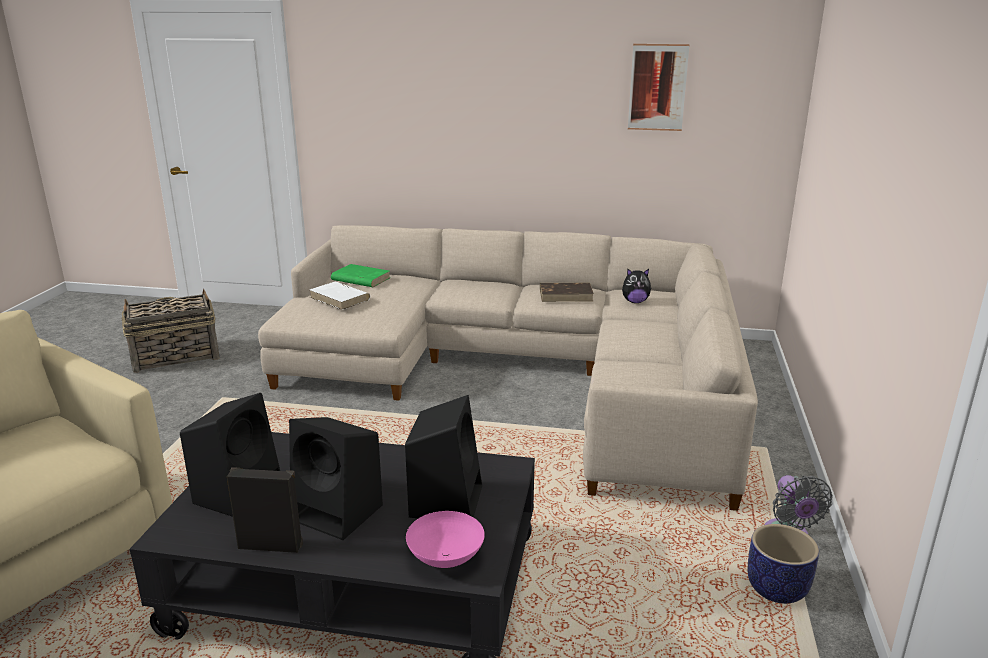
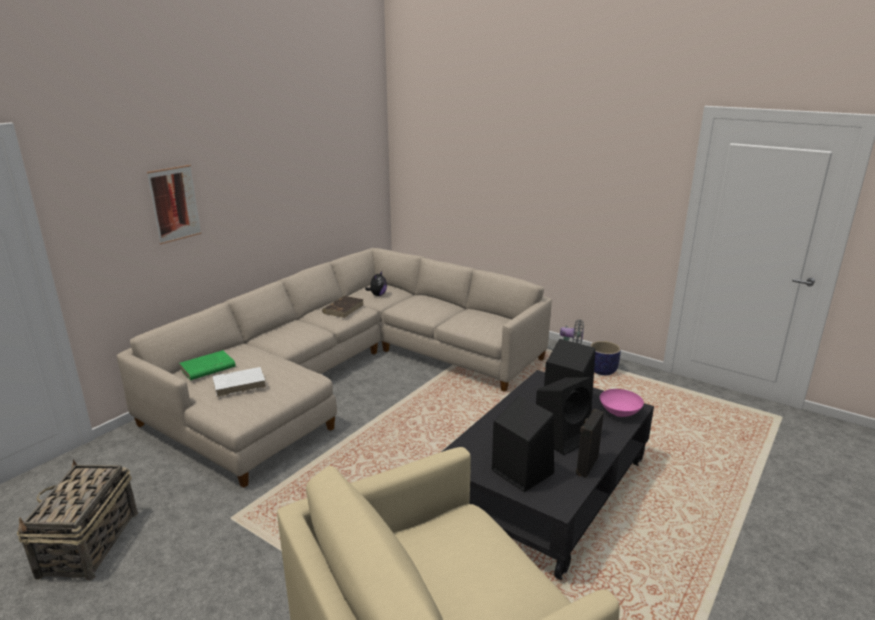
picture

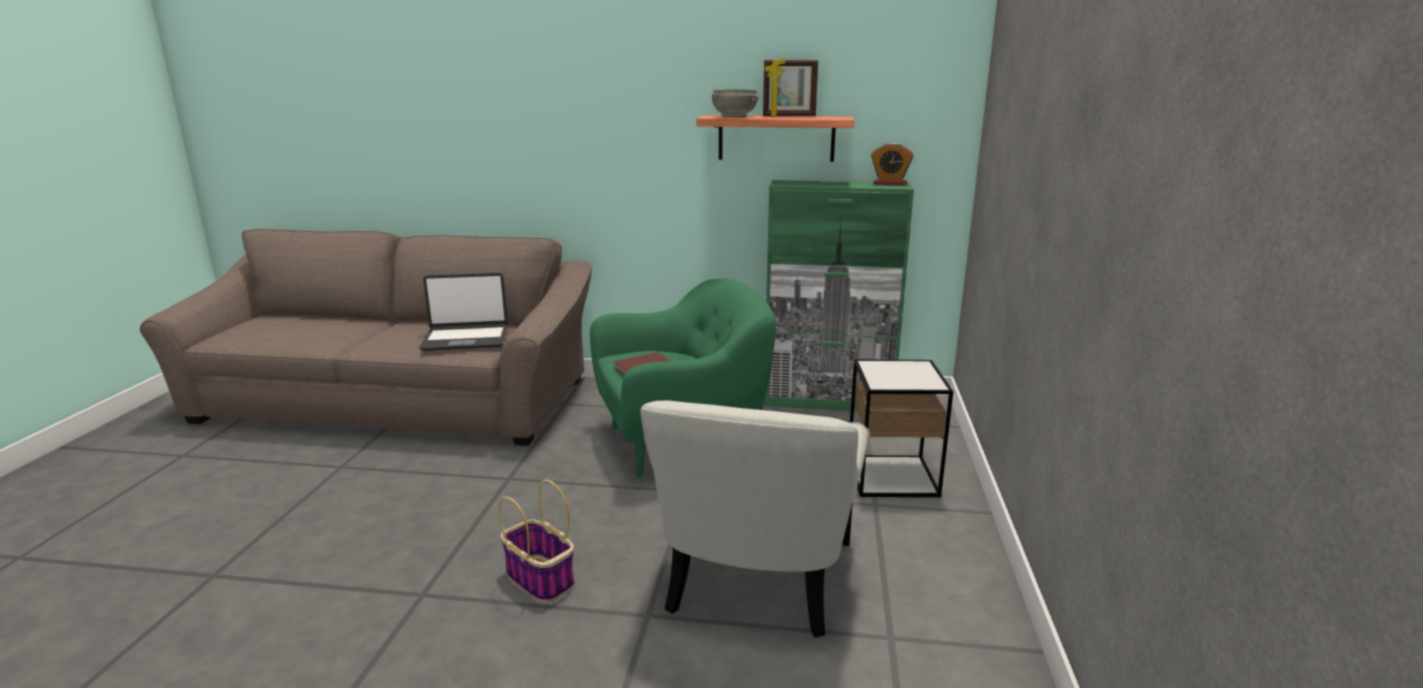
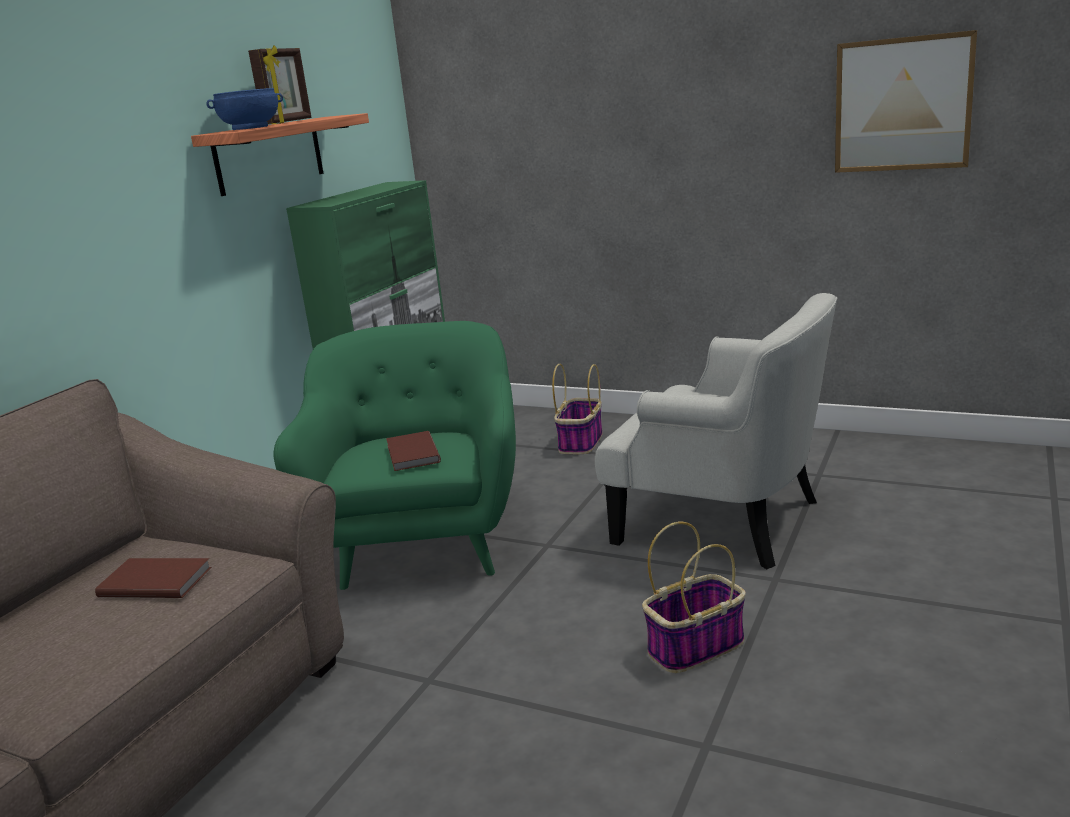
alarm clock
picture
brown book (1st from left)
basket (1st from left)
blue bowl

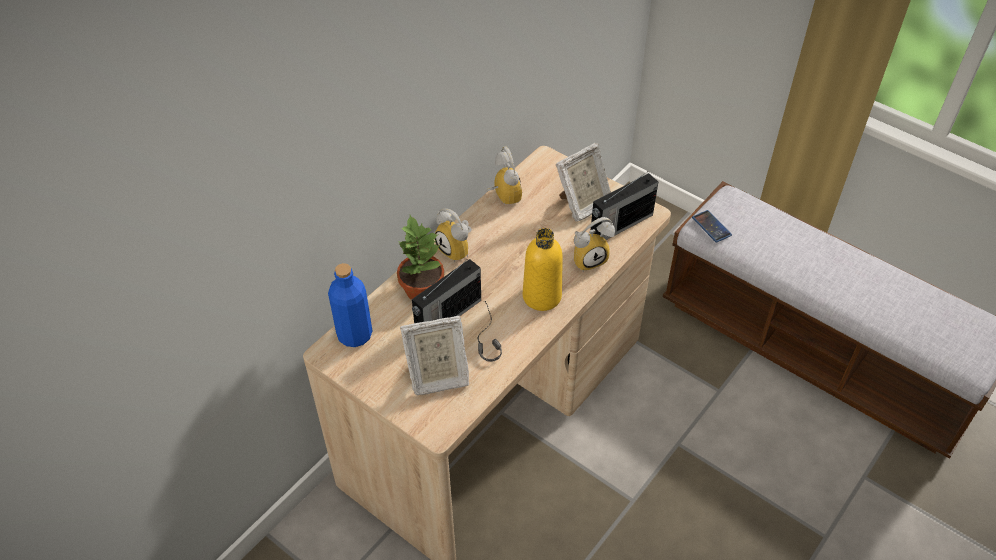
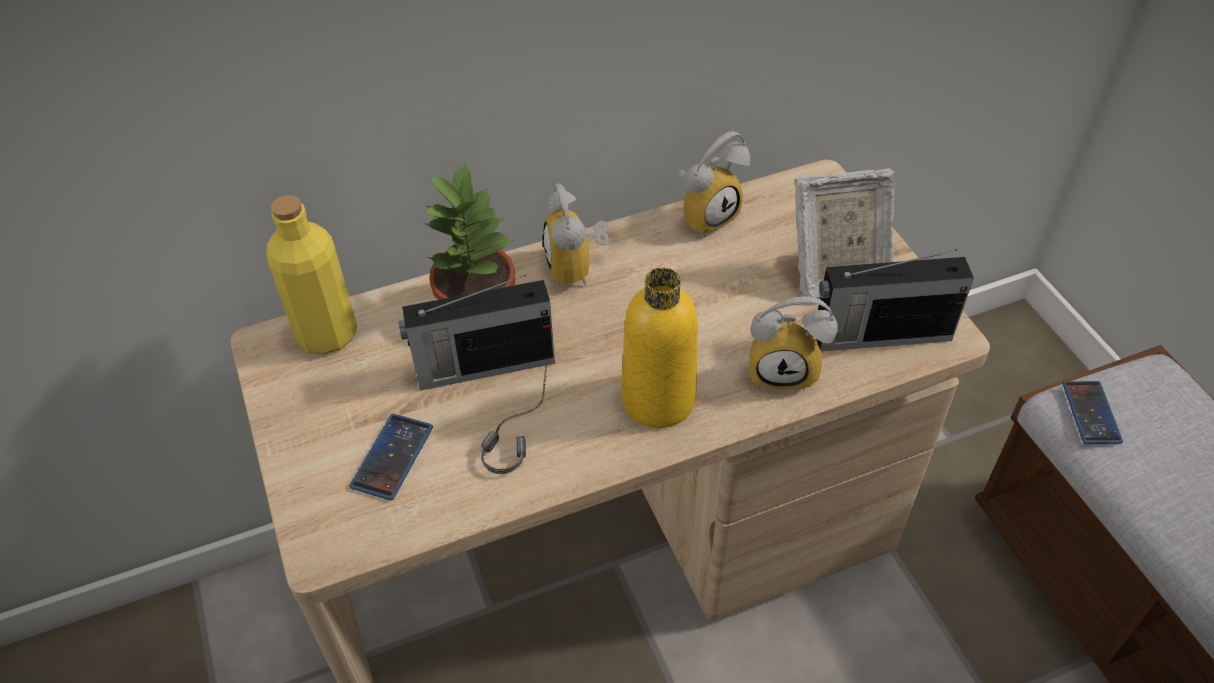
phone (1st from left)
yellow bottle (1st from left)
alarm clock (2nd from left)

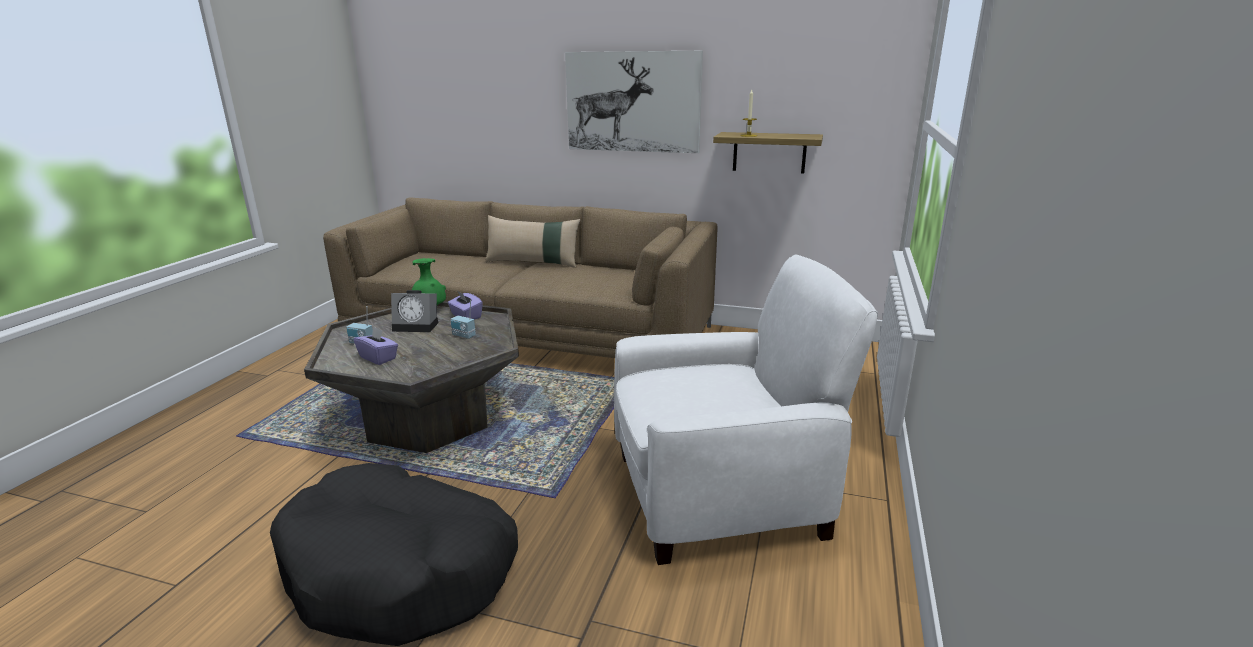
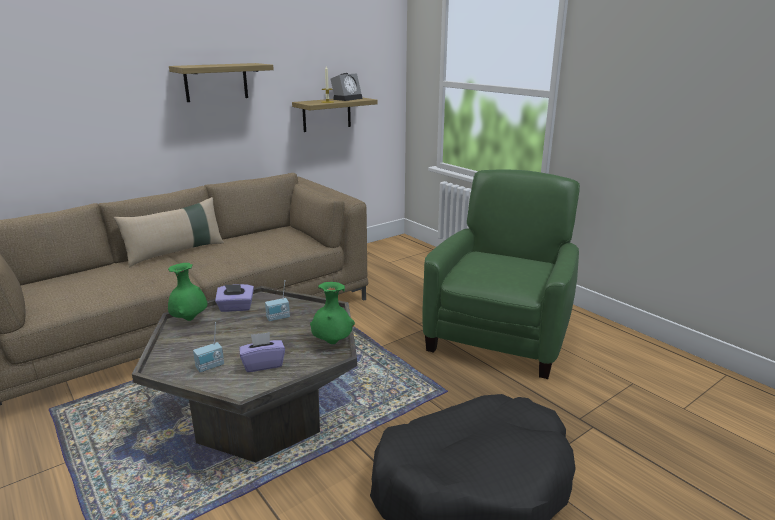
green vase (2nd from left)
alarm clock
shelf (1st from left)
green armchair

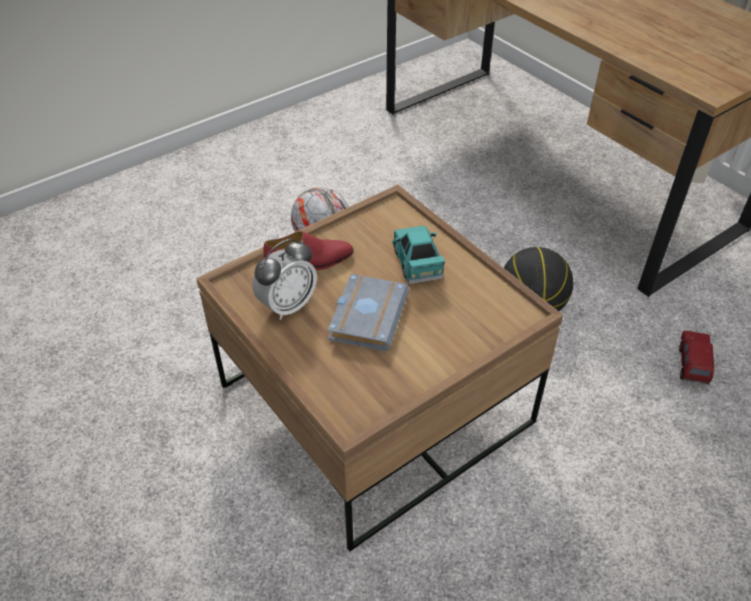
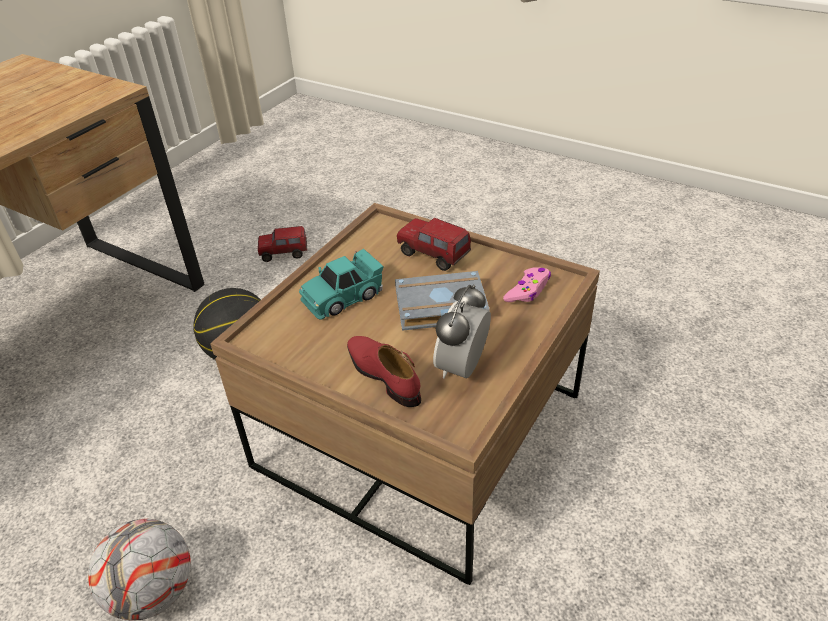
toy truck (2nd from left)
pink game controller
alarm clock

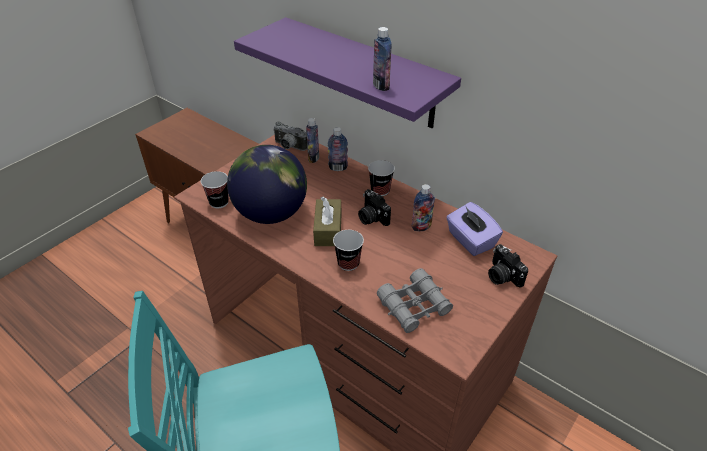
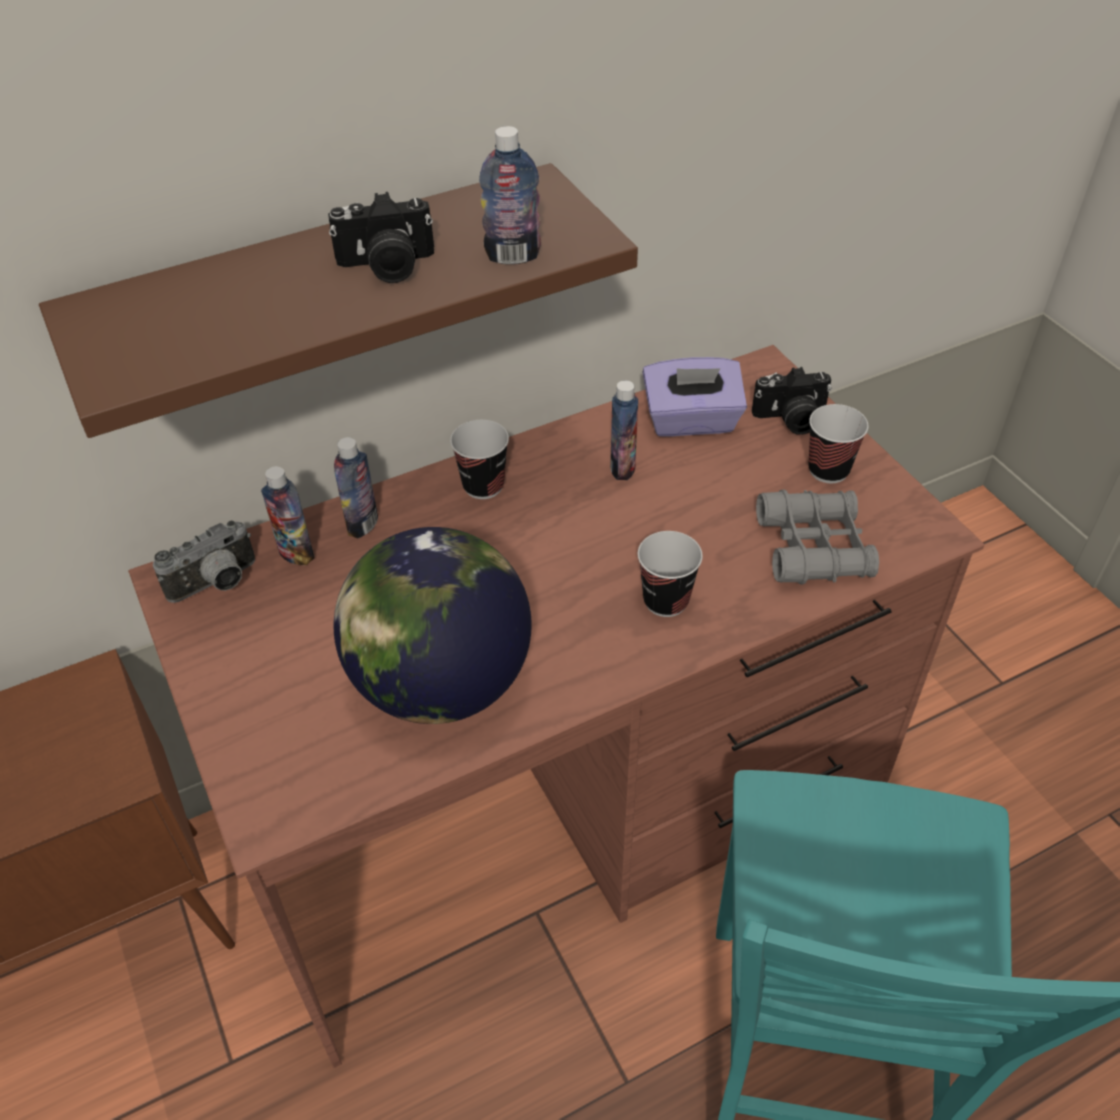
brown tissue box
cup (3rd from left)
photo camera (2nd from left)
brown shelf

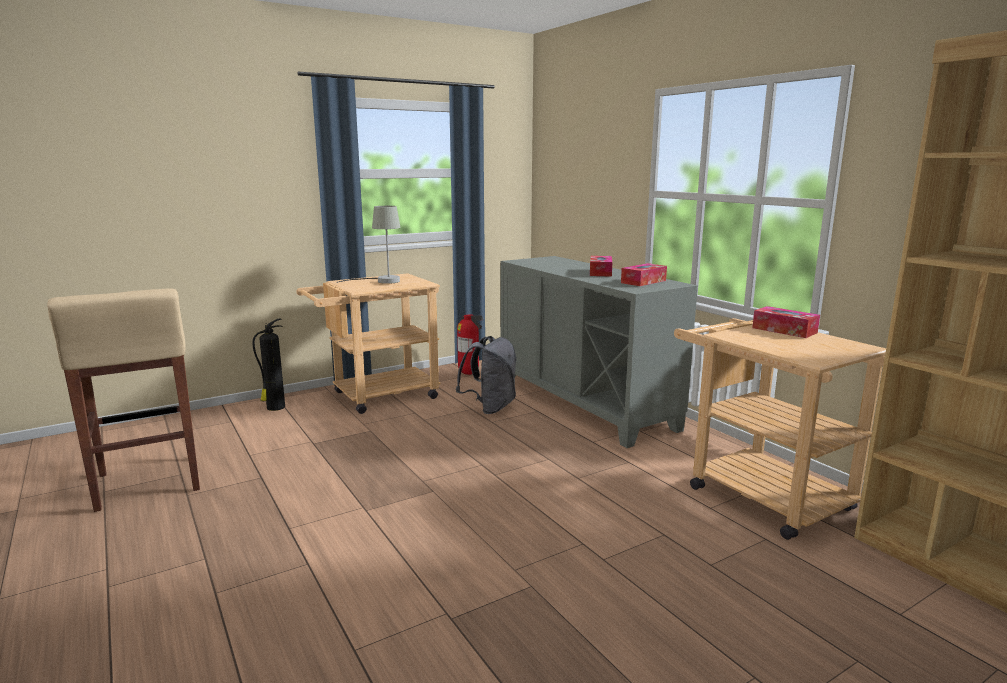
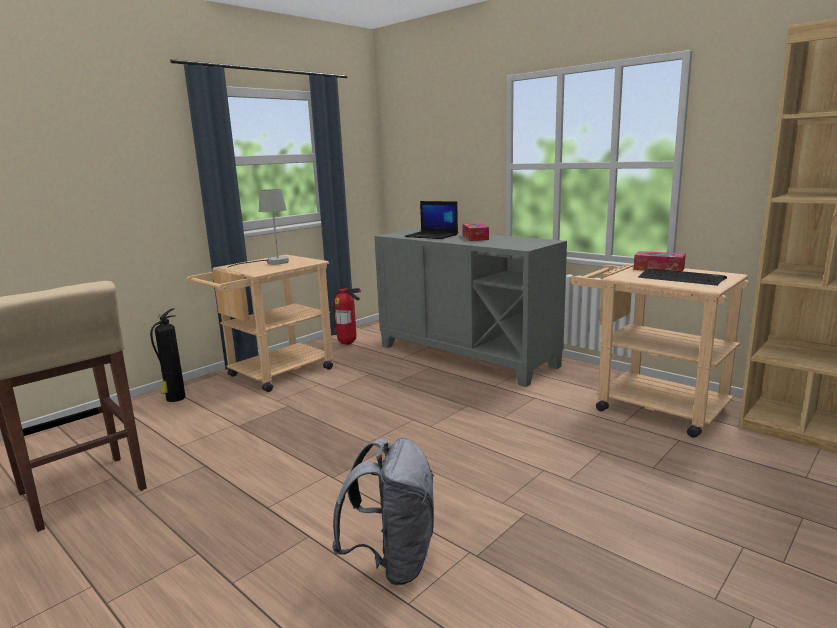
tissue box (2nd from left in the first image)
laptop
keyboard
grey backpack

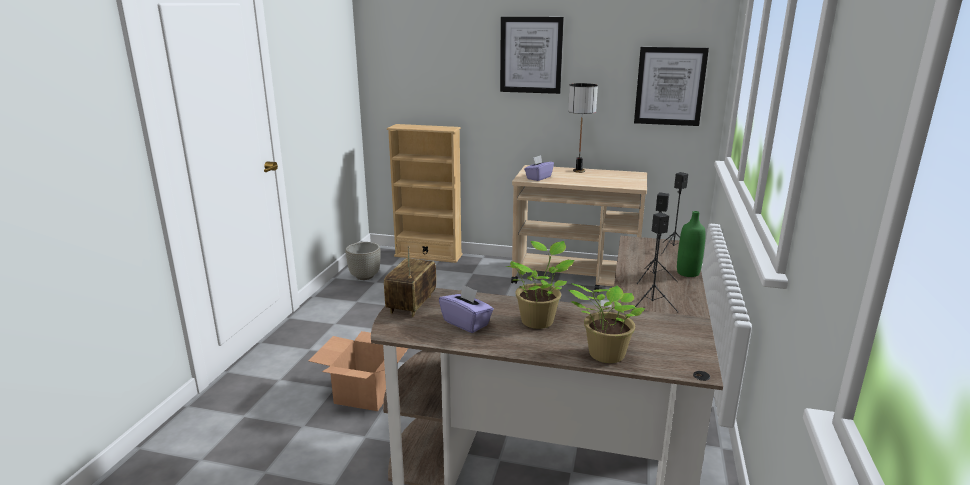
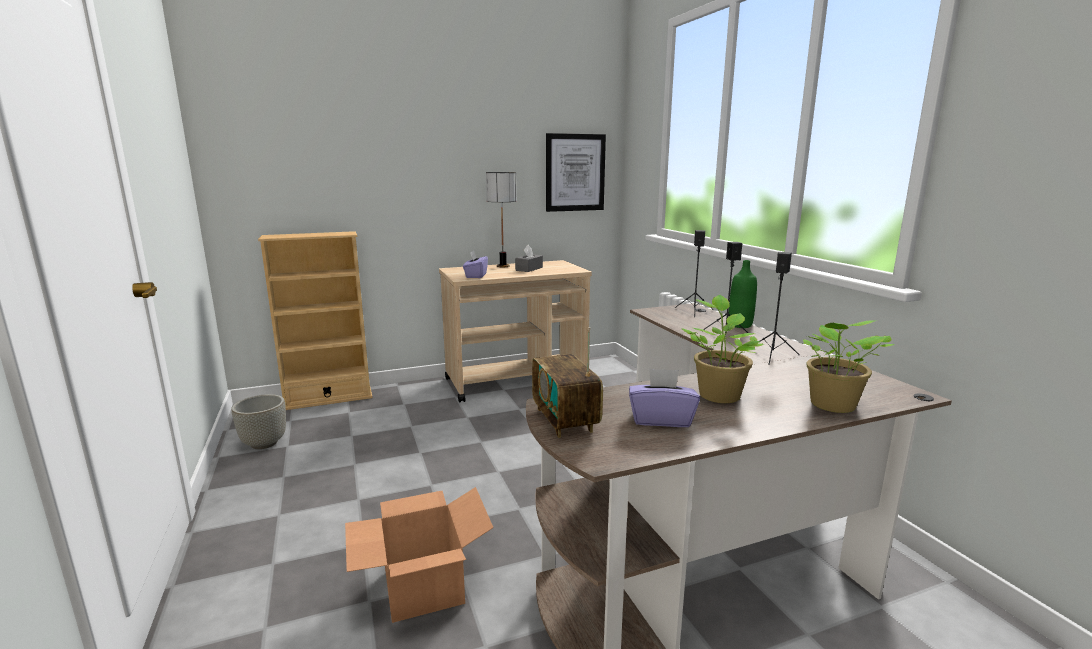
picture (1st from left in the first image)
grey tissue box

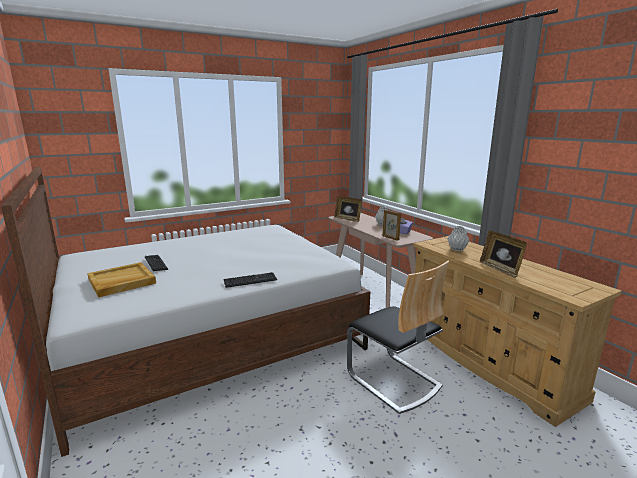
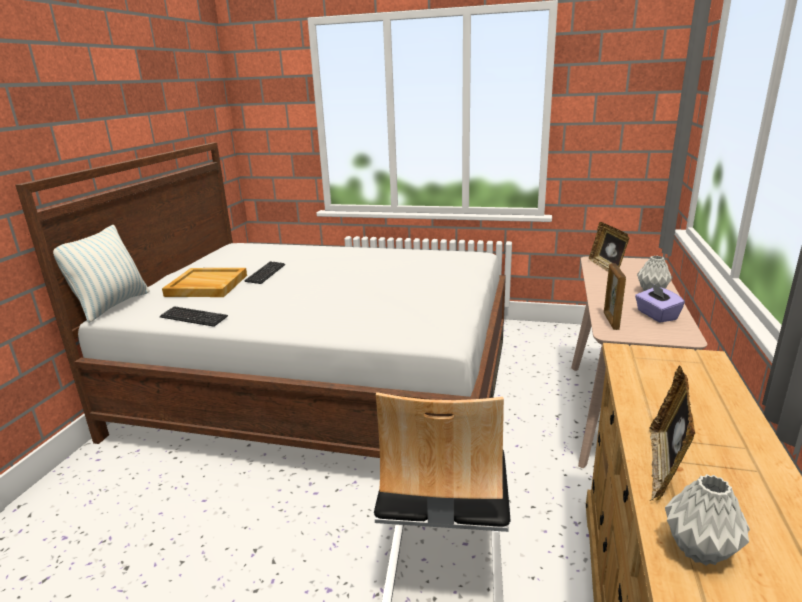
pillow
keyboard (1st from left)
grey vase (2nd from left)

